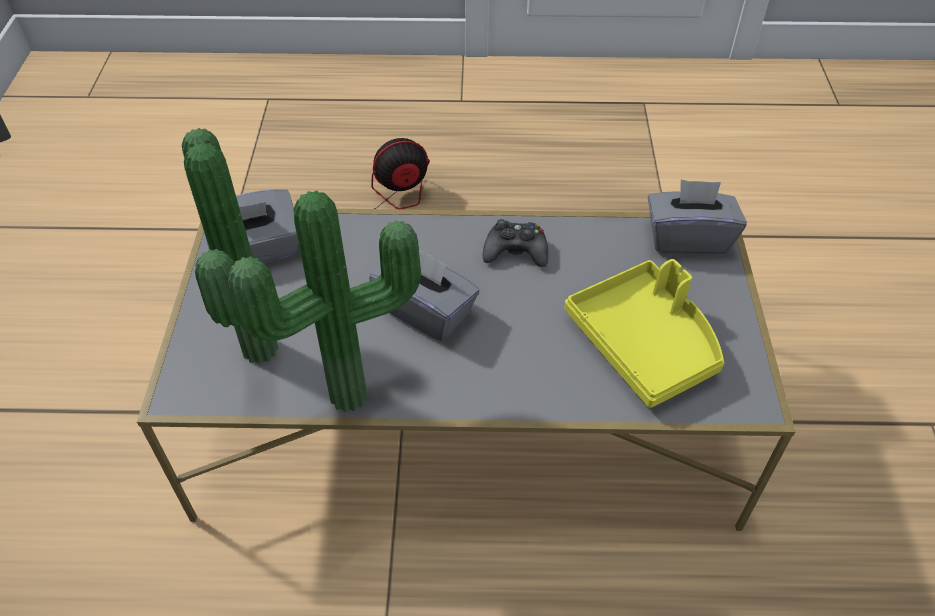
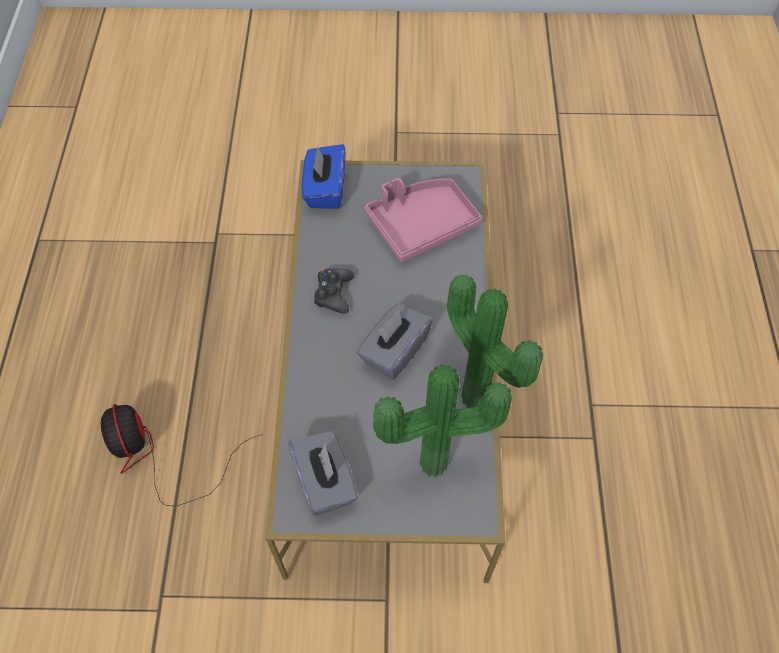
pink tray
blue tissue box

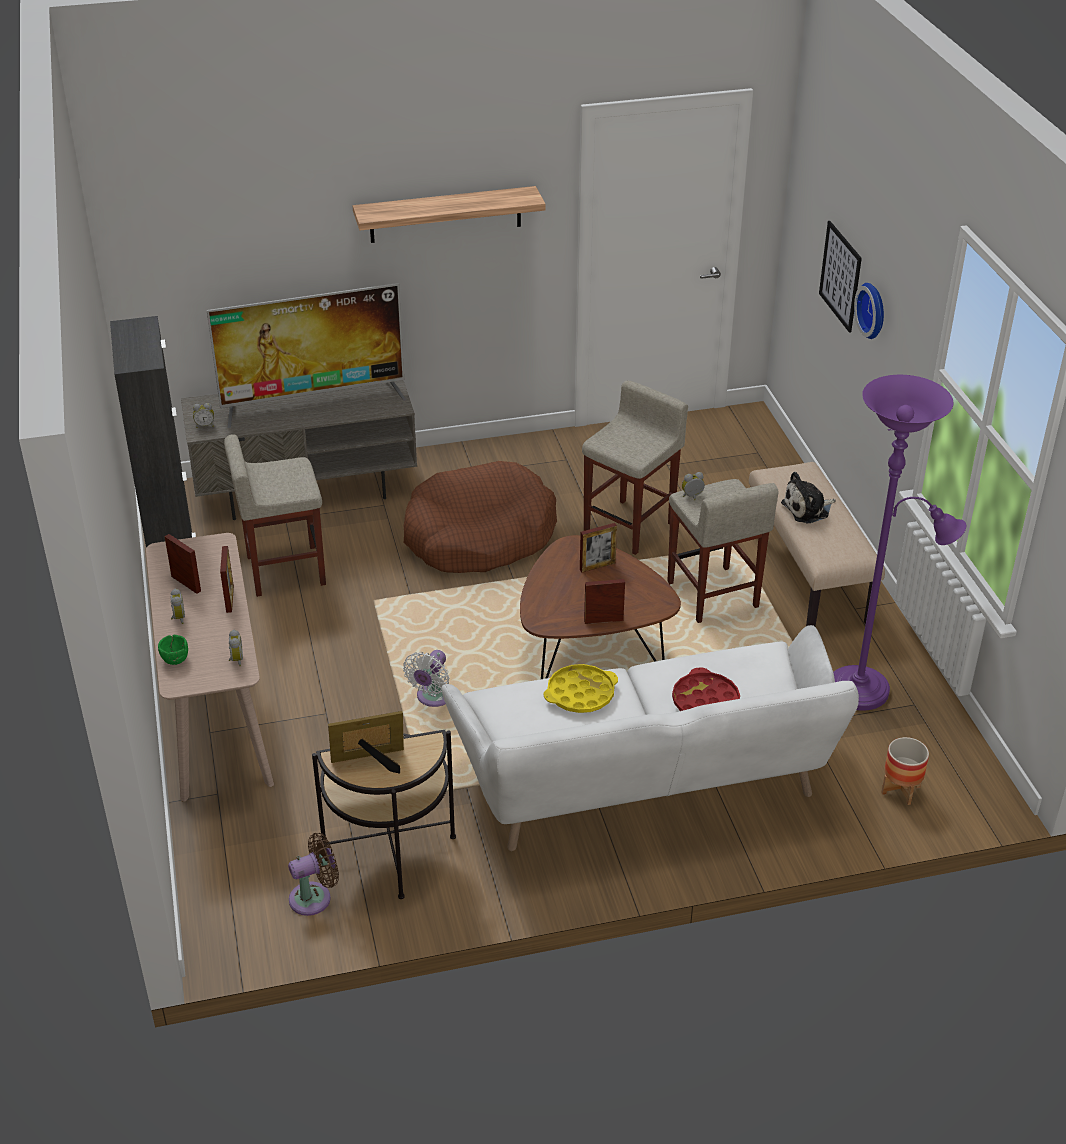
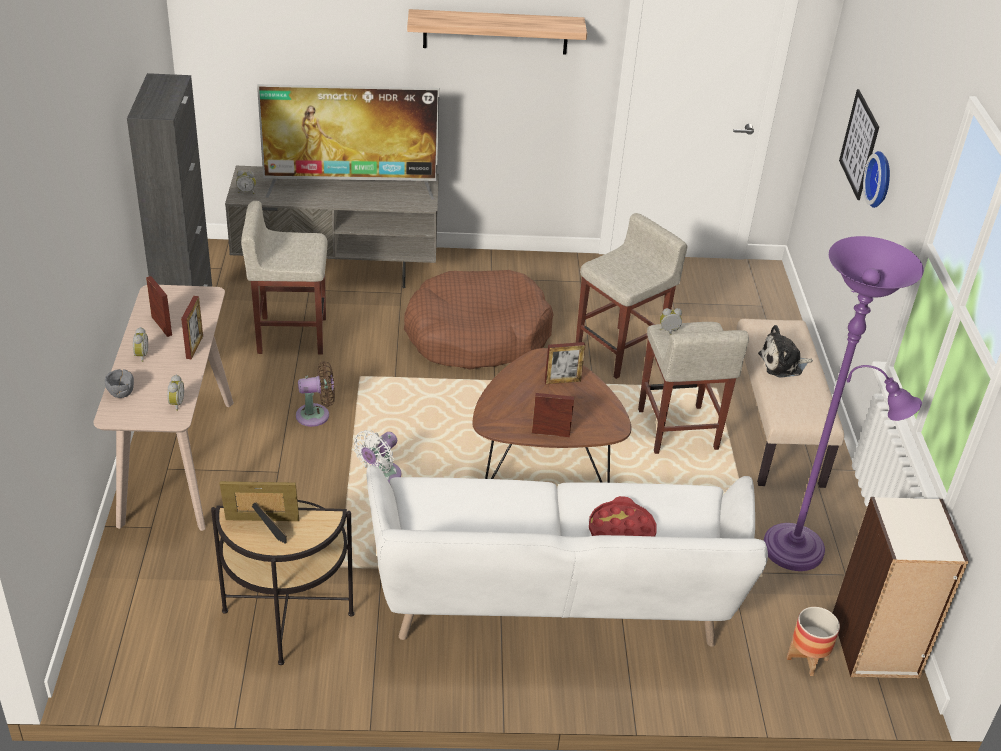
yellow tray
bookcase
brown fan
grey bowl

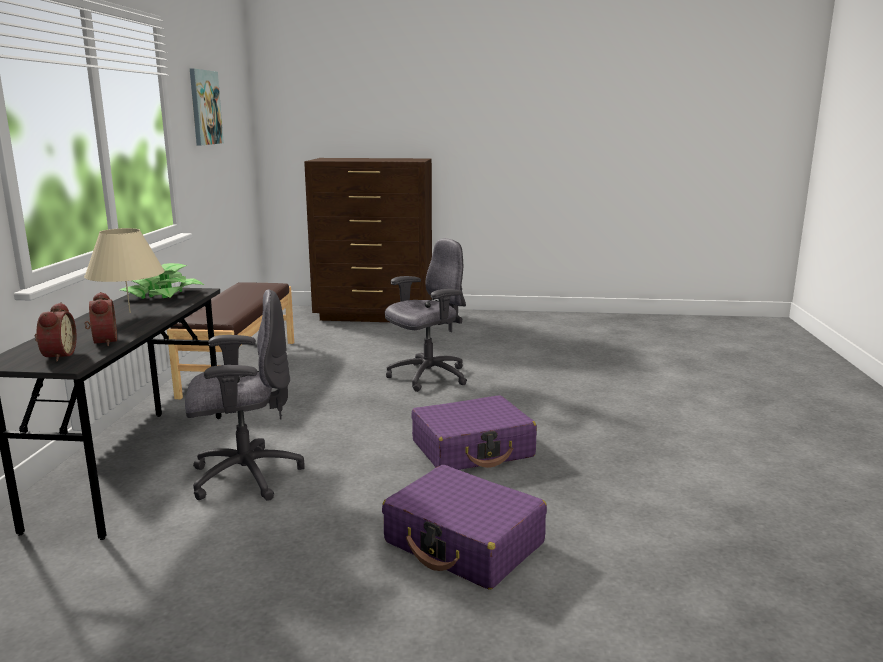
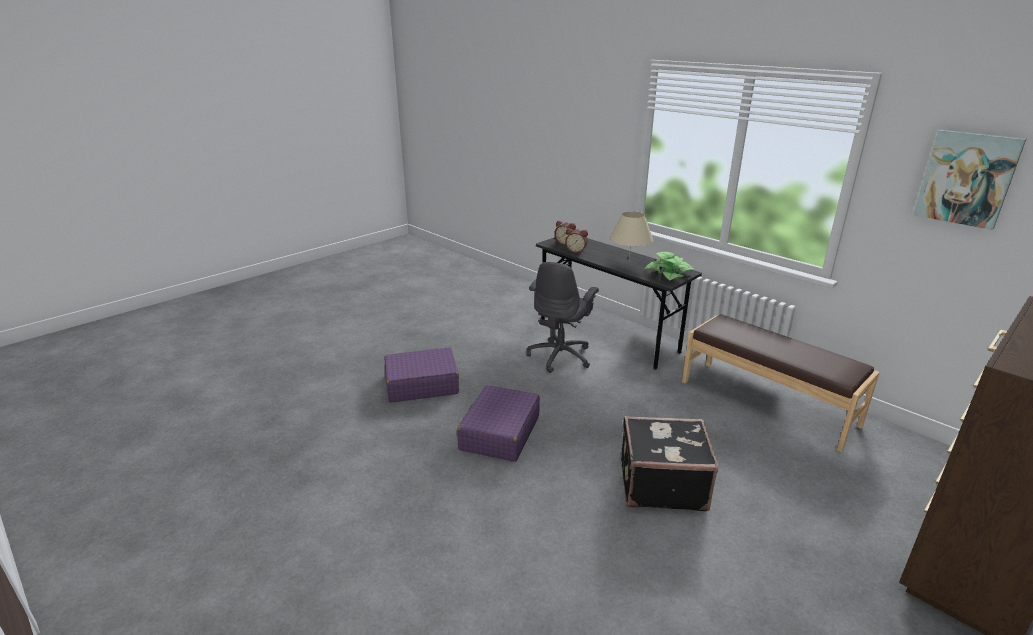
black suitcase

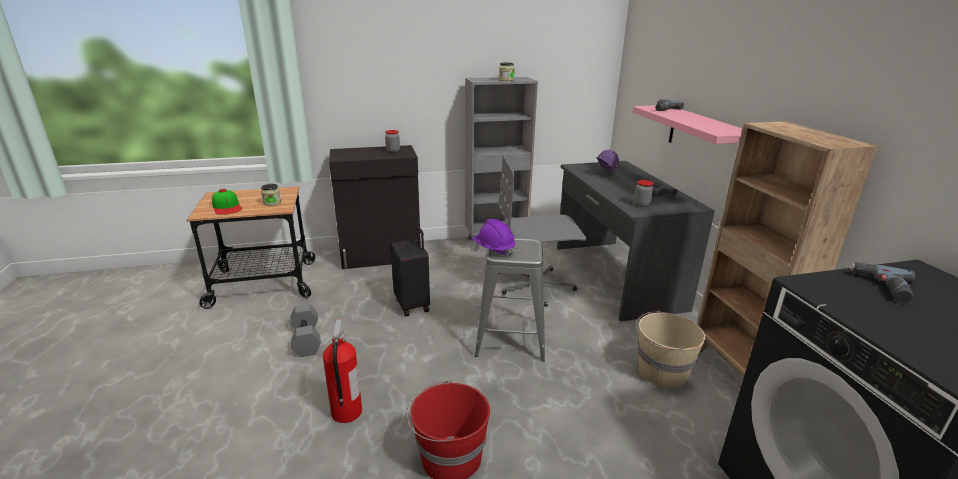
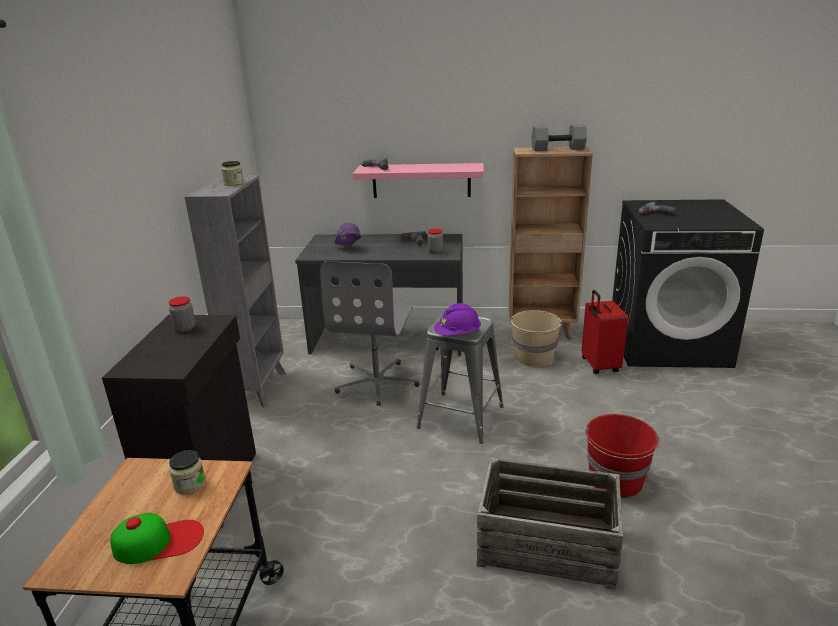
black suitcase
red suitcase
grey dumbbell
crate

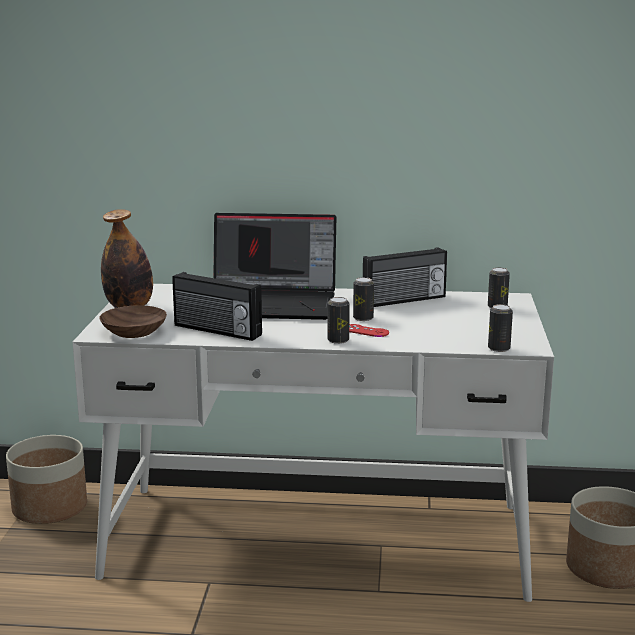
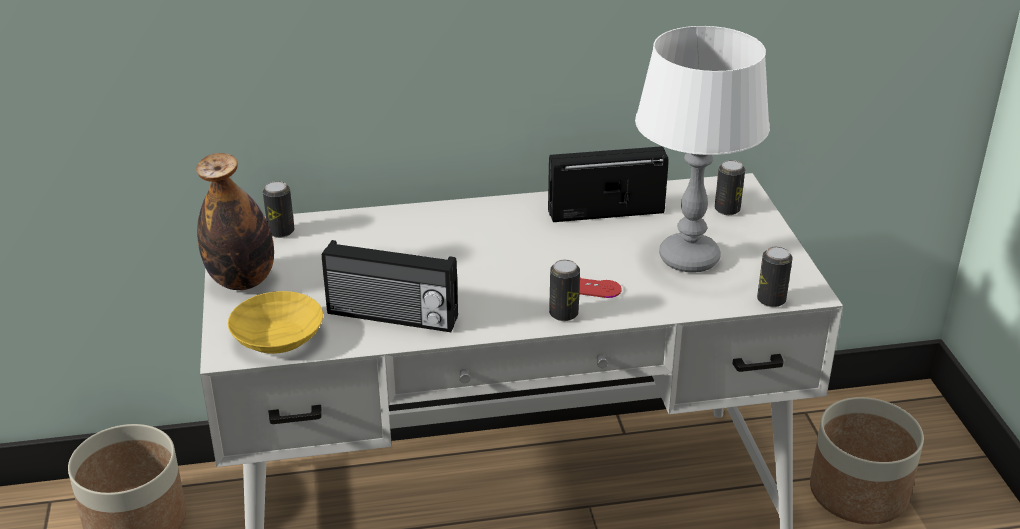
laptop
white table lamp
can (1st from left)
yellow bowl
radio (2nd from left)

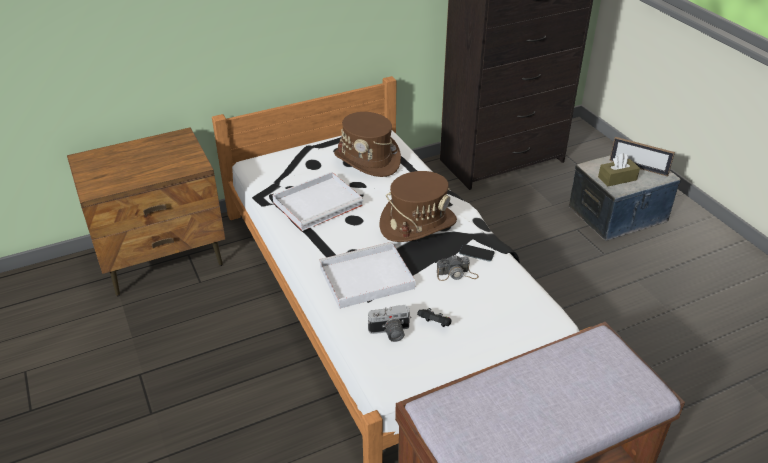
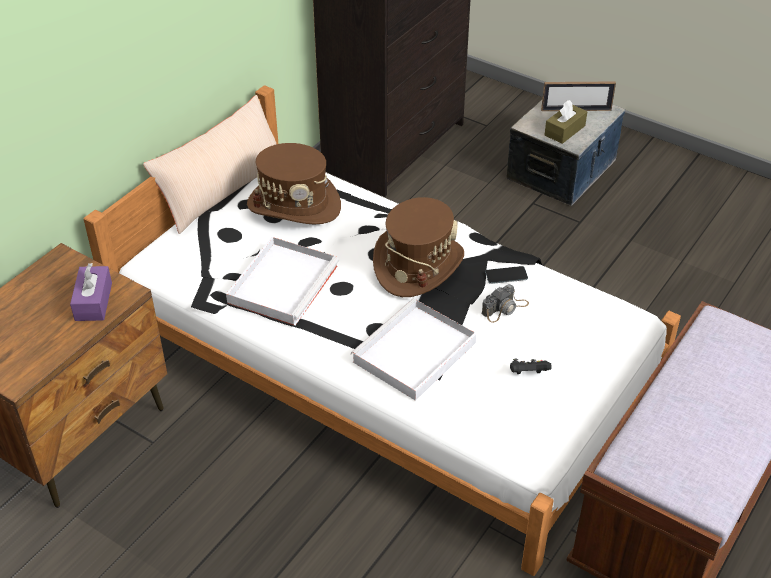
photo camera (1st from left in the first image)
purple tissue box
beige pillow

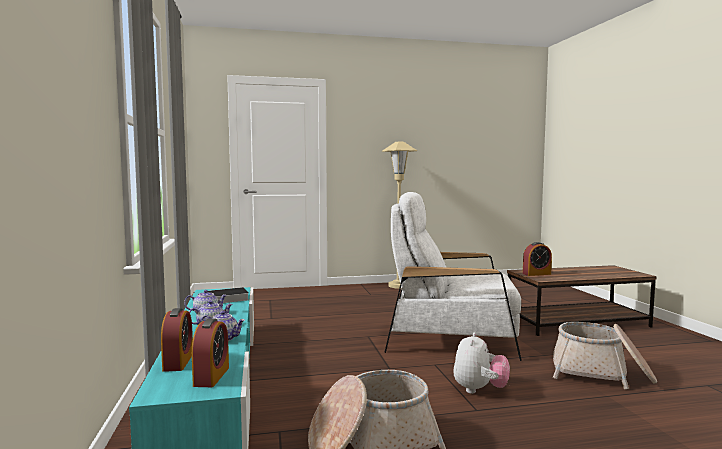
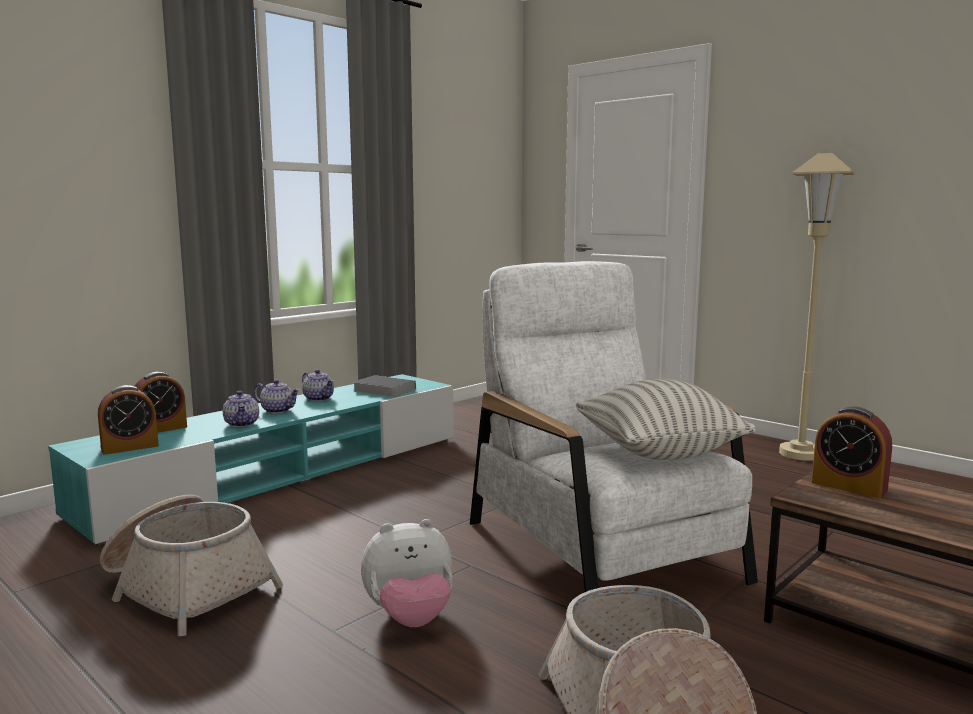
pillow

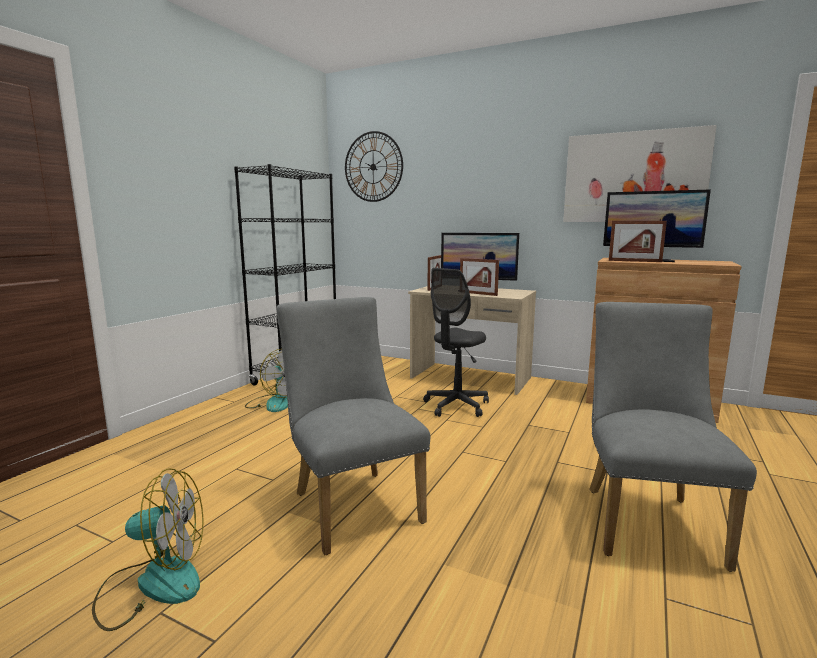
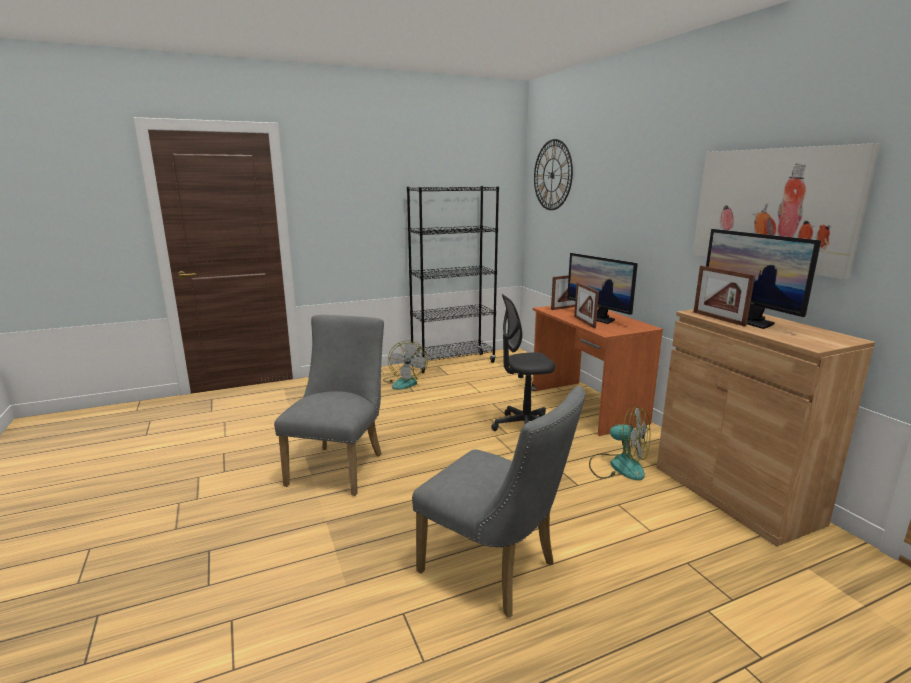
fan (2nd from left)
orange desk
grey chair (2nd from left)

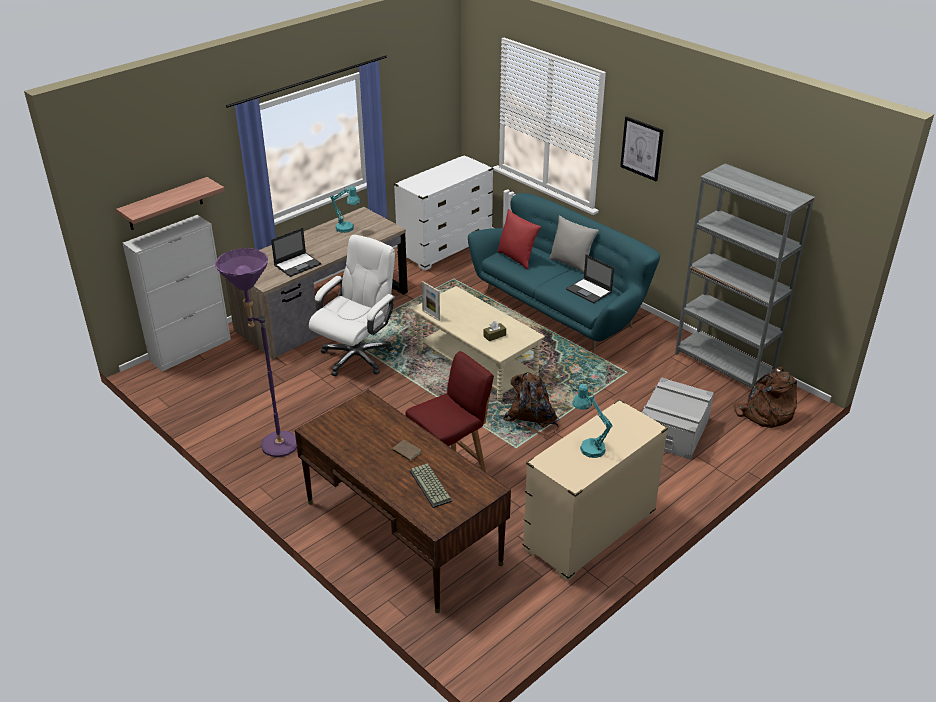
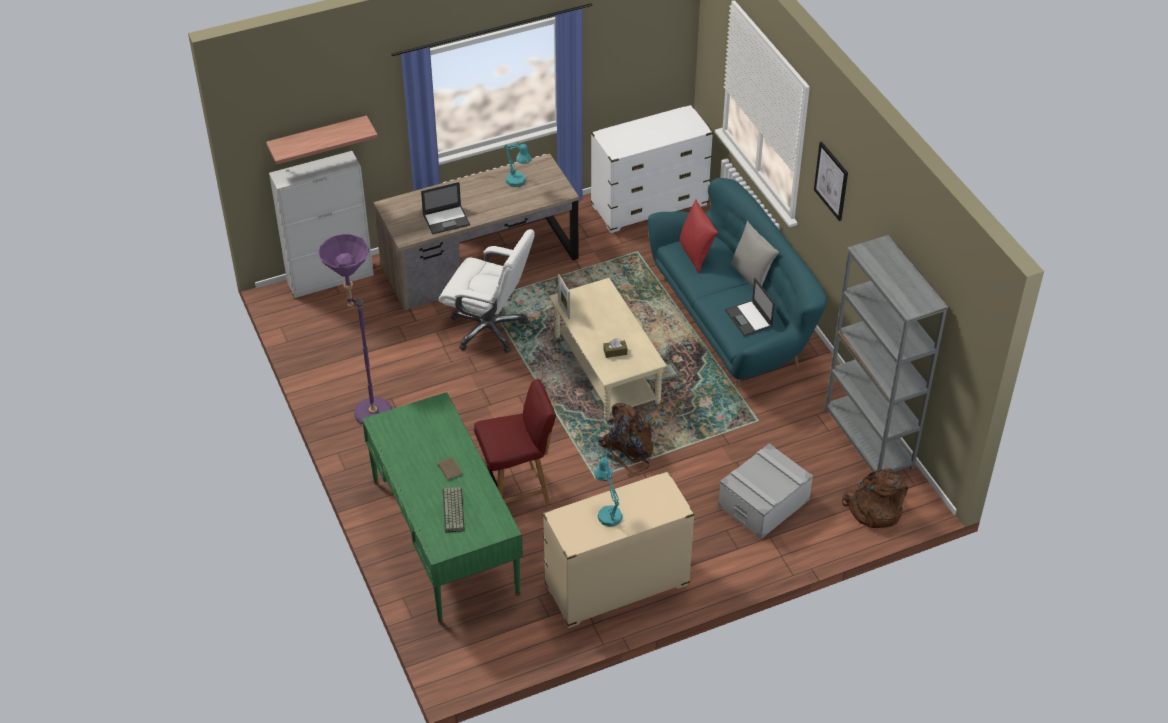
green desk
white office chair

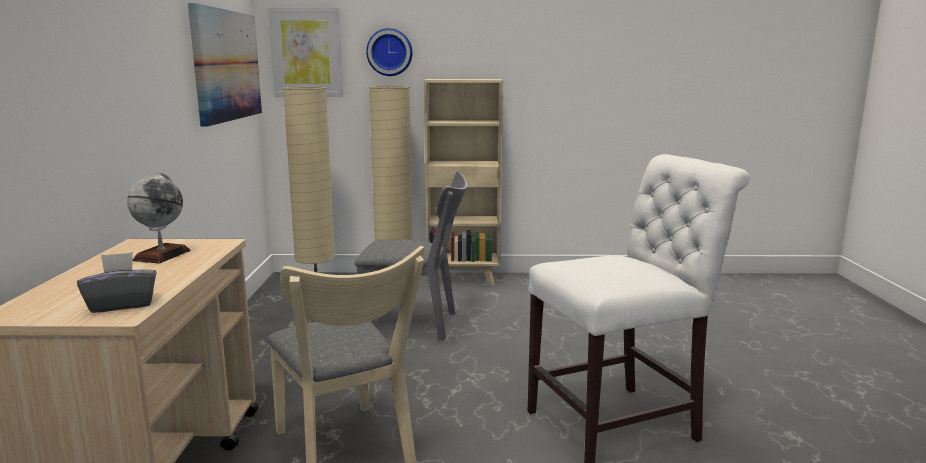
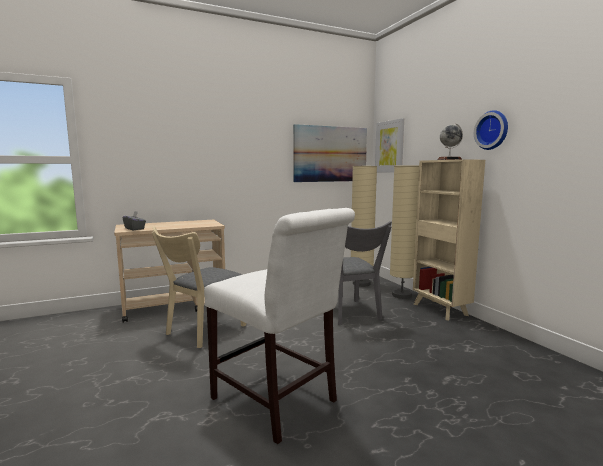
globe
wall clock

